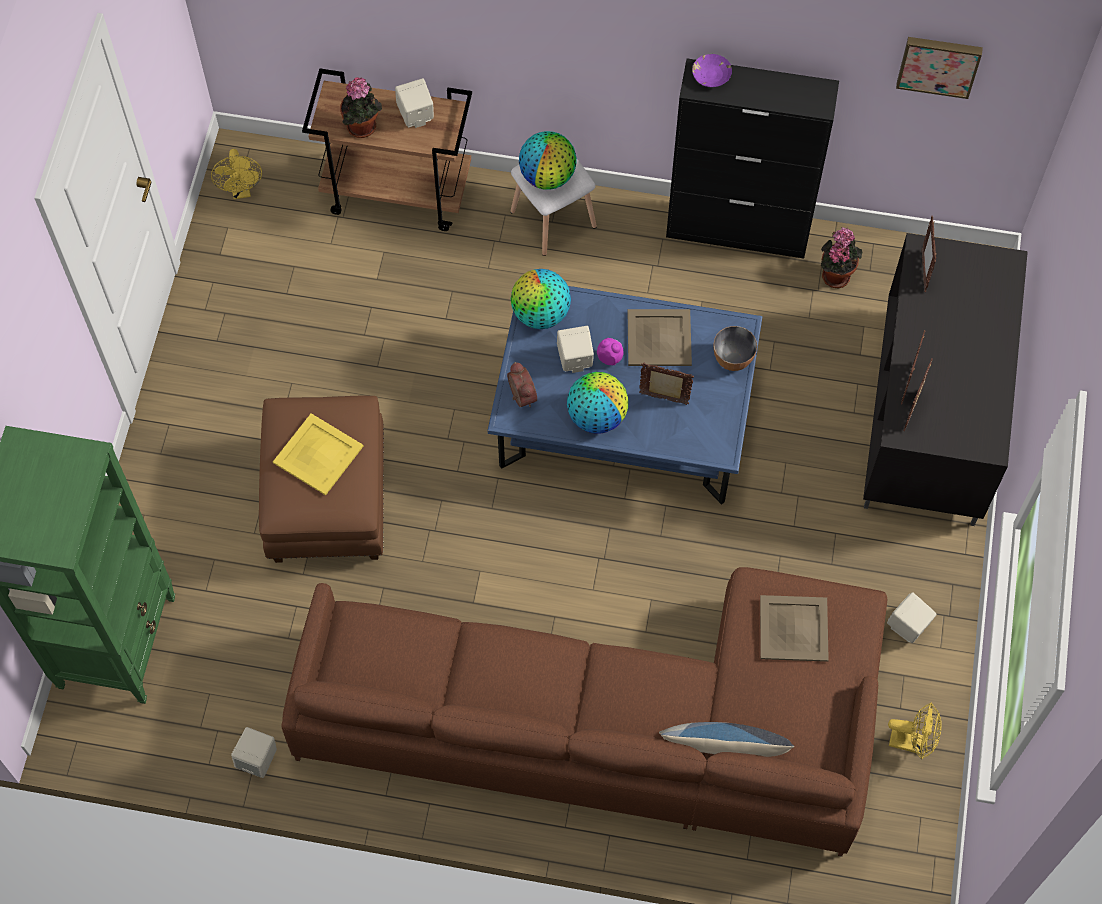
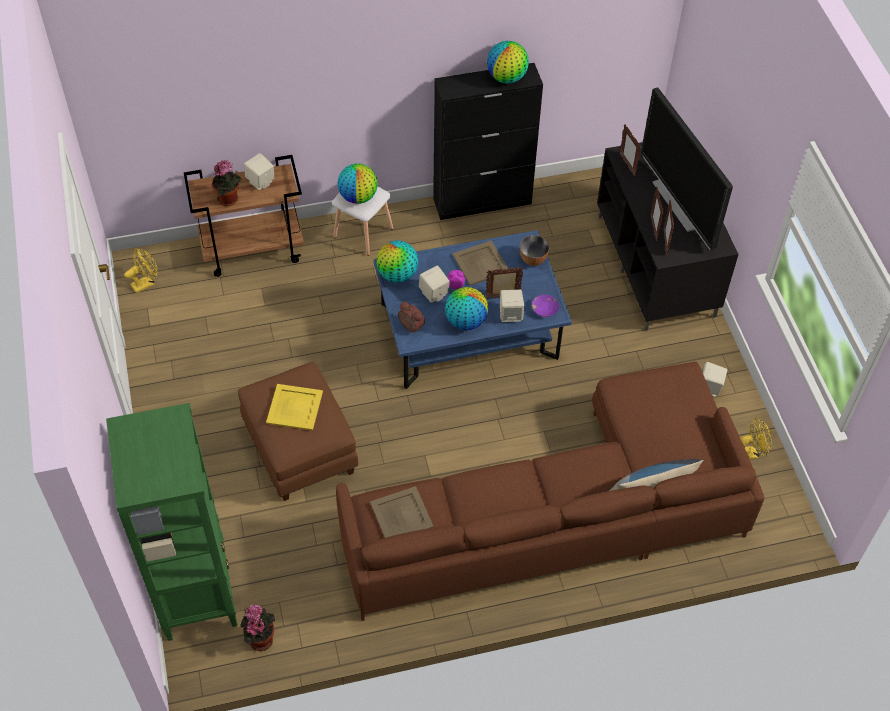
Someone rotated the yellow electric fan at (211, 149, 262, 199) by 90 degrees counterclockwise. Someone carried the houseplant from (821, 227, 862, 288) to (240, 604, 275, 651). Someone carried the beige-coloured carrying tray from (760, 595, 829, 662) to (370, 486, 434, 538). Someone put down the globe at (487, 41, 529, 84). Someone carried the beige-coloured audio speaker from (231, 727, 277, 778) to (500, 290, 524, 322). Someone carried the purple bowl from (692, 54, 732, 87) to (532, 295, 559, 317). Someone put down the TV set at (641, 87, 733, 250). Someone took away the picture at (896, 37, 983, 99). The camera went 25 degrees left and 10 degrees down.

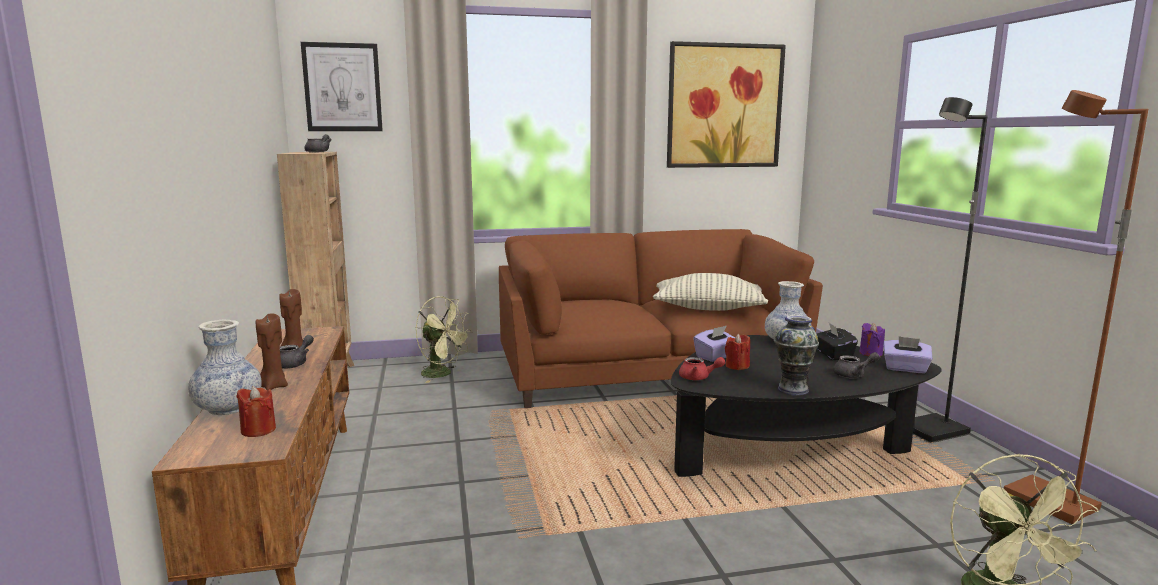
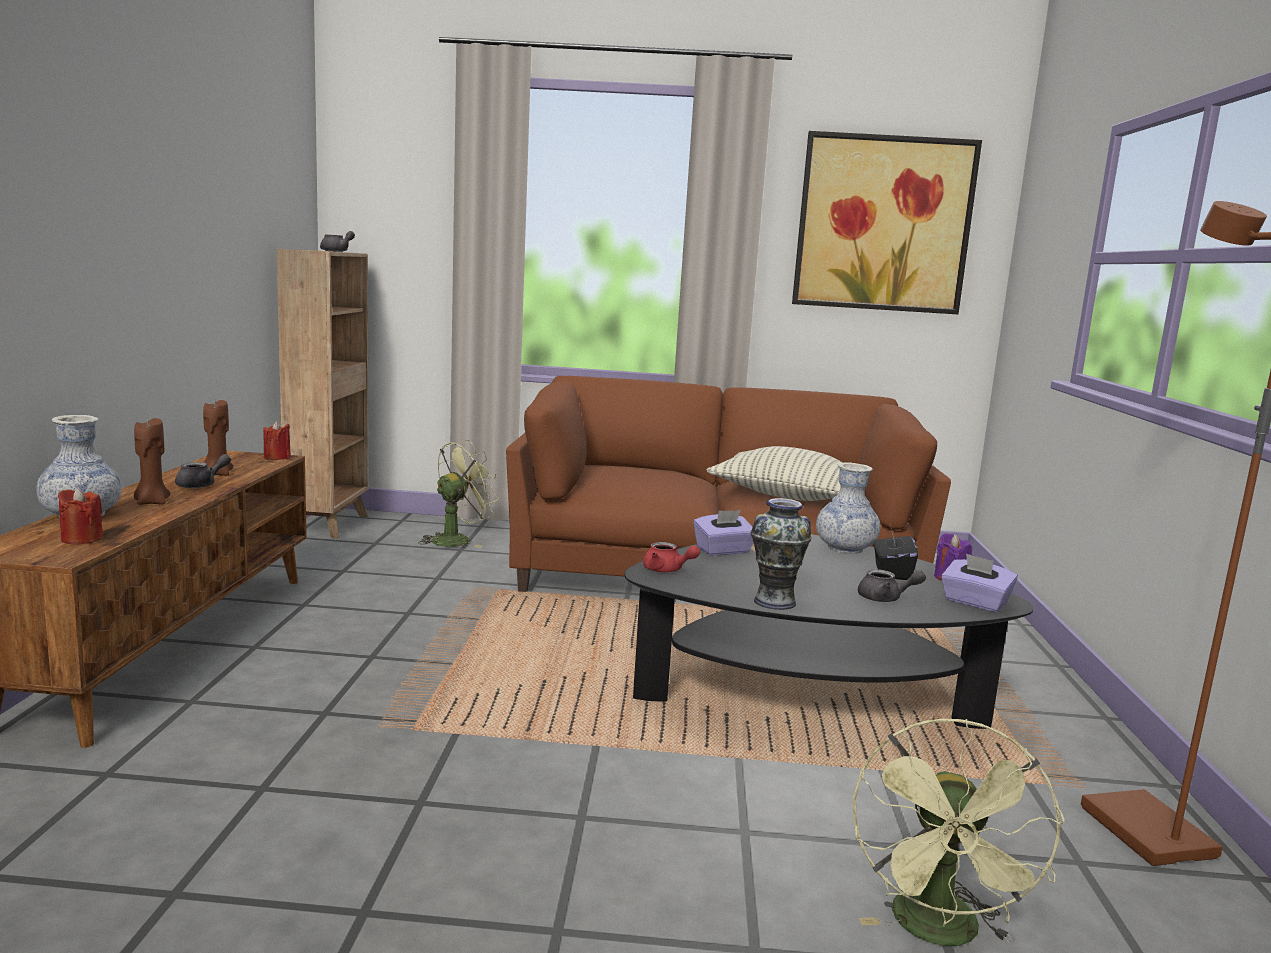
Someone carried the red-coloured candle from (725, 334, 750, 370) to (263, 421, 291, 460). Someone rotated the greenish electric fan at (416, 296, 472, 383) by 90 degrees counterclockwise. Someone took away the picture at (301, 42, 383, 131). Someone took away the black-coloured floor lamp at (913, 97, 988, 443). The camera went 15 degrees right and 0 degrees up.

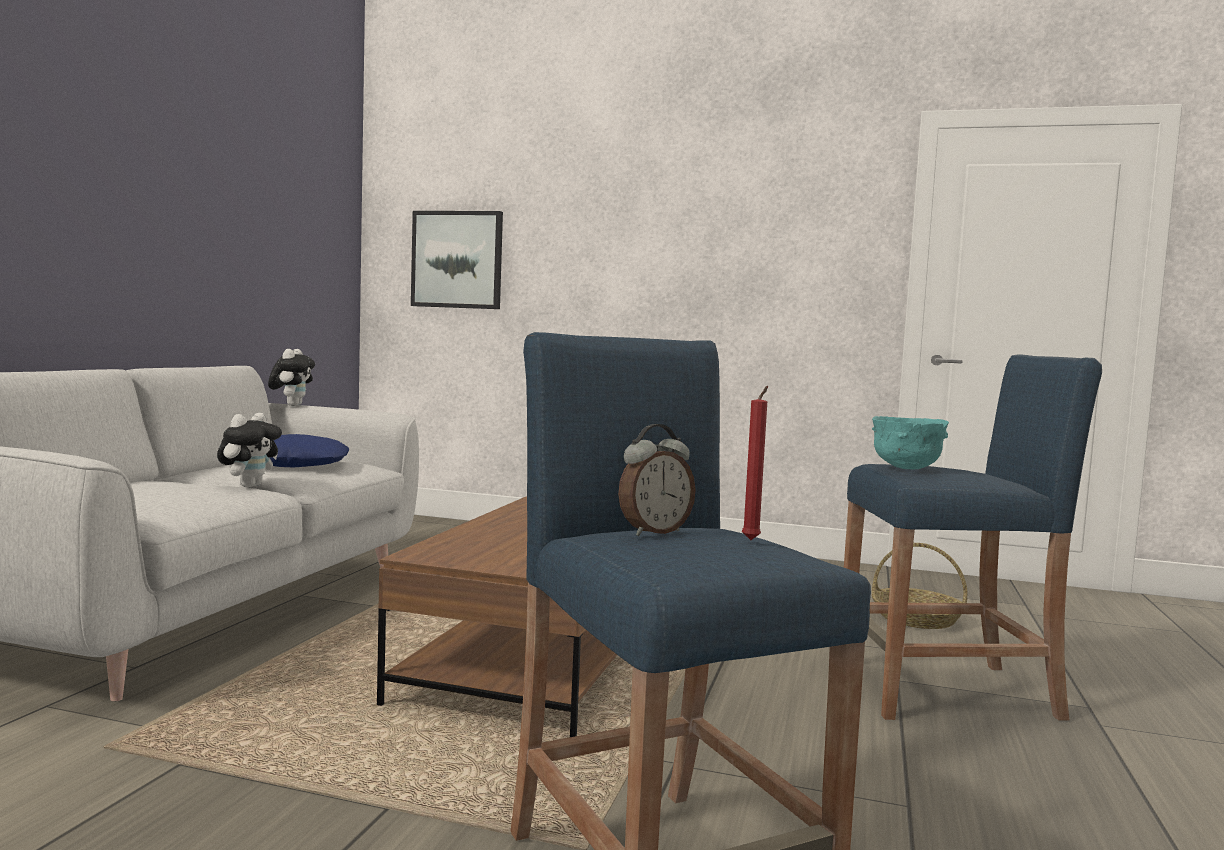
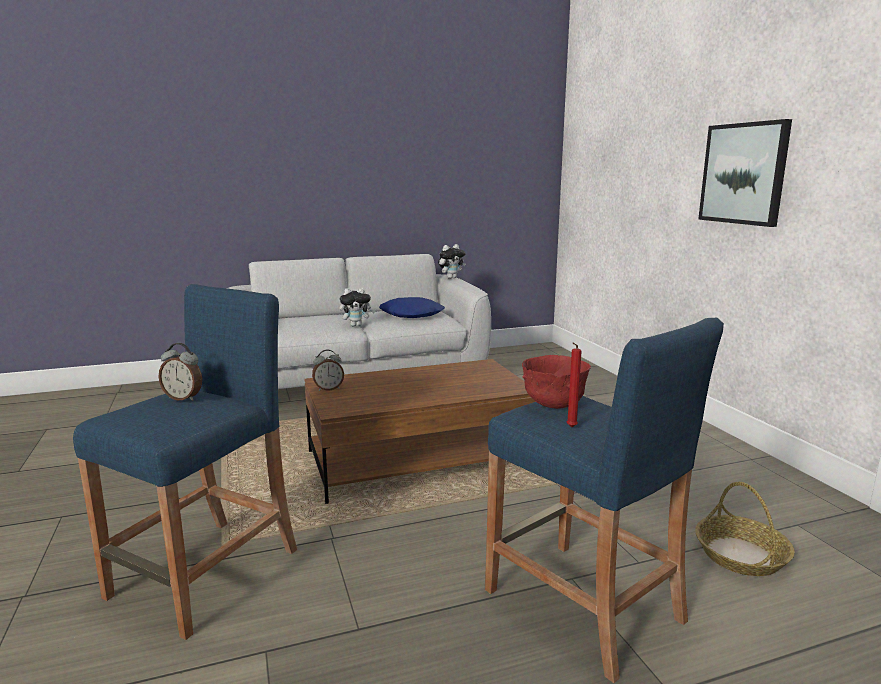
Someone put down the bedside clock at (312, 350, 344, 391). Someone repainted the turquoise-coloured bowl at (872, 416, 949, 470), which became the red-coloured bowl at (522, 355, 591, 409). Someone carried the red-coloured candle from (742, 386, 768, 540) to (566, 343, 582, 427). Someone carried the picture from (411, 211, 503, 309) to (698, 119, 792, 227). The camera went 55 degrees right and 10 degrees up.

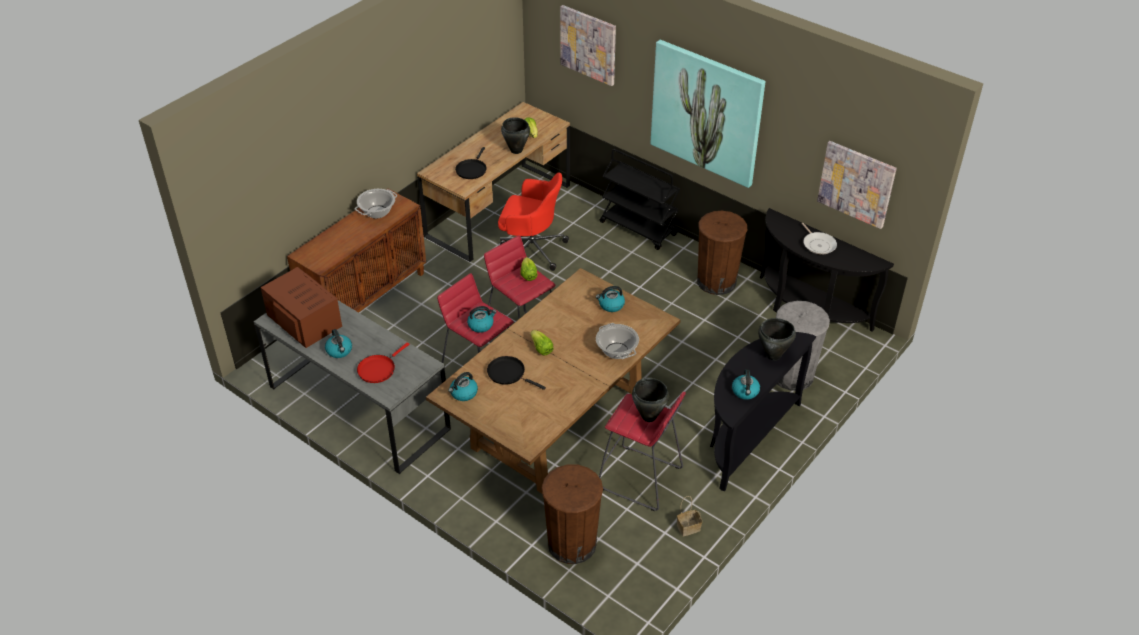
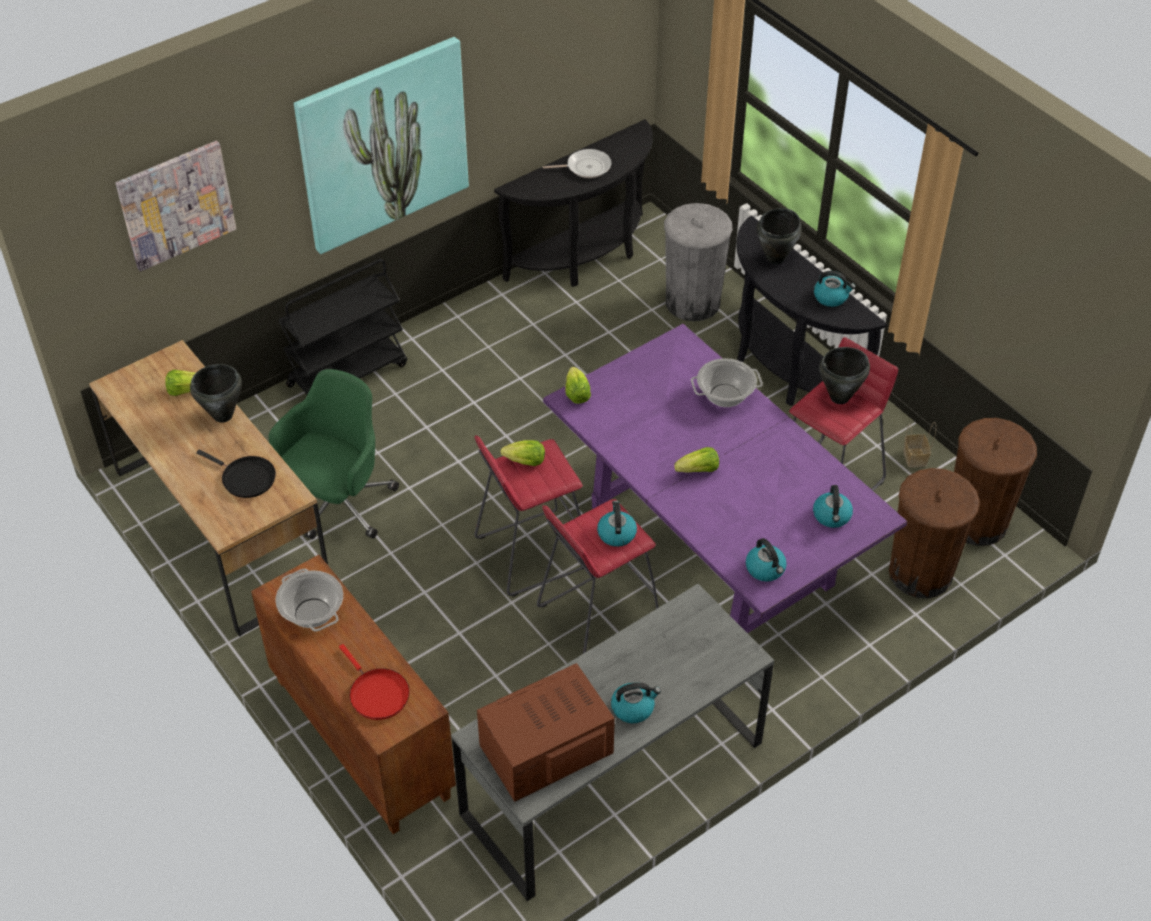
Someone repainted the red-coloured desk chair at (498, 173, 569, 271), which became the greenish desk chair at (269, 369, 399, 539). Someone carried the red-coloured pan from (357, 342, 410, 383) to (339, 644, 410, 720). Someone repainted the brownish dinner table at (426, 268, 680, 493), which became the purple dinner table at (543, 324, 907, 633). Someone put down the lettuce head at (565, 367, 591, 404). Someone carried the kettle from (596, 286, 625, 312) to (813, 485, 853, 528). Someone carried the brownish waste bin from (697, 211, 747, 295) to (954, 418, 1037, 546). Someone took away the black-coloured pan at (487, 356, 546, 390). Someone took away the picture at (817, 141, 897, 229). The camera went 75 degrees left and 5 degrees up.

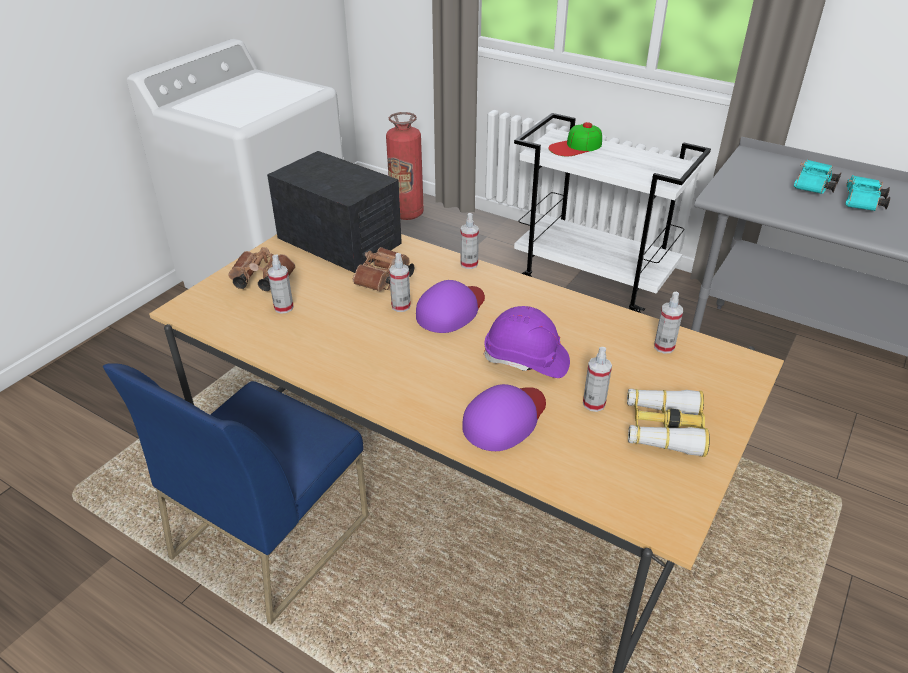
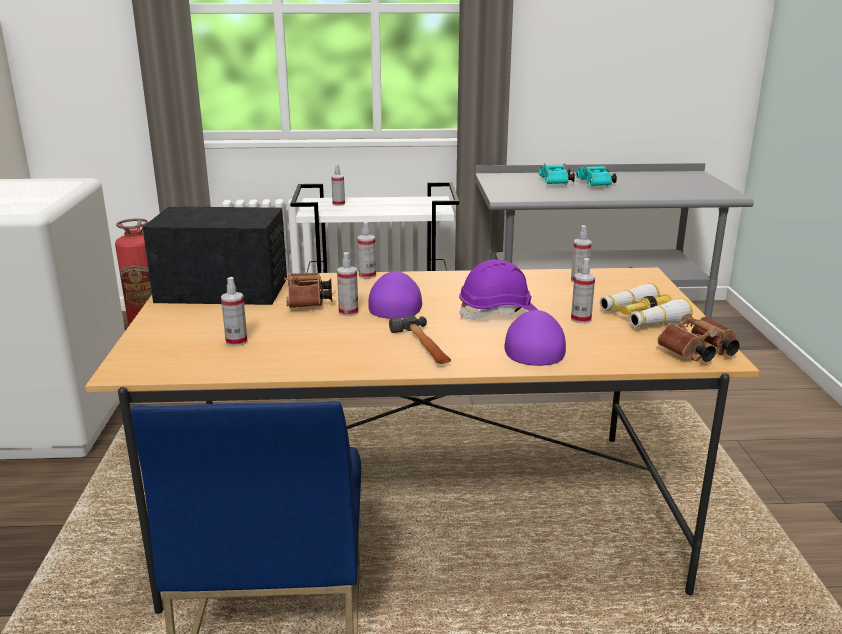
Someone swapped the peaked cap at (548, 122, 602, 156) for the spray bottle at (331, 165, 345, 206). Someone put down the hammer at (389, 316, 451, 364). Someone carried the brownish binoculars from (228, 247, 295, 291) to (658, 313, 740, 362). The camera went 35 degrees left and 15 degrees down.

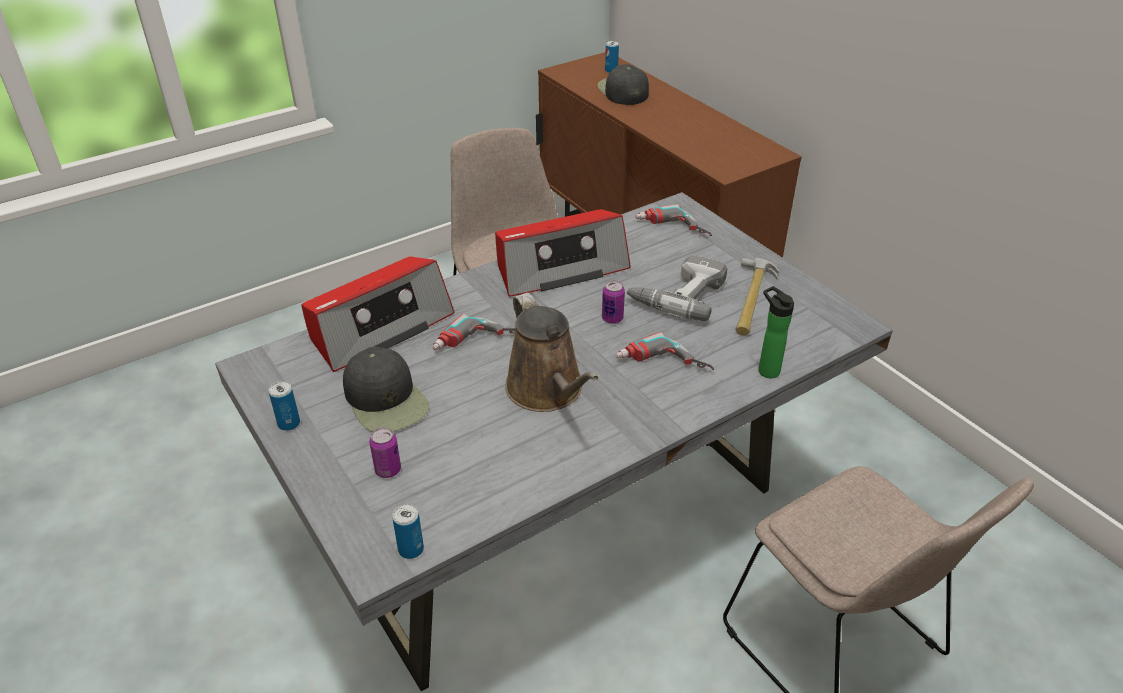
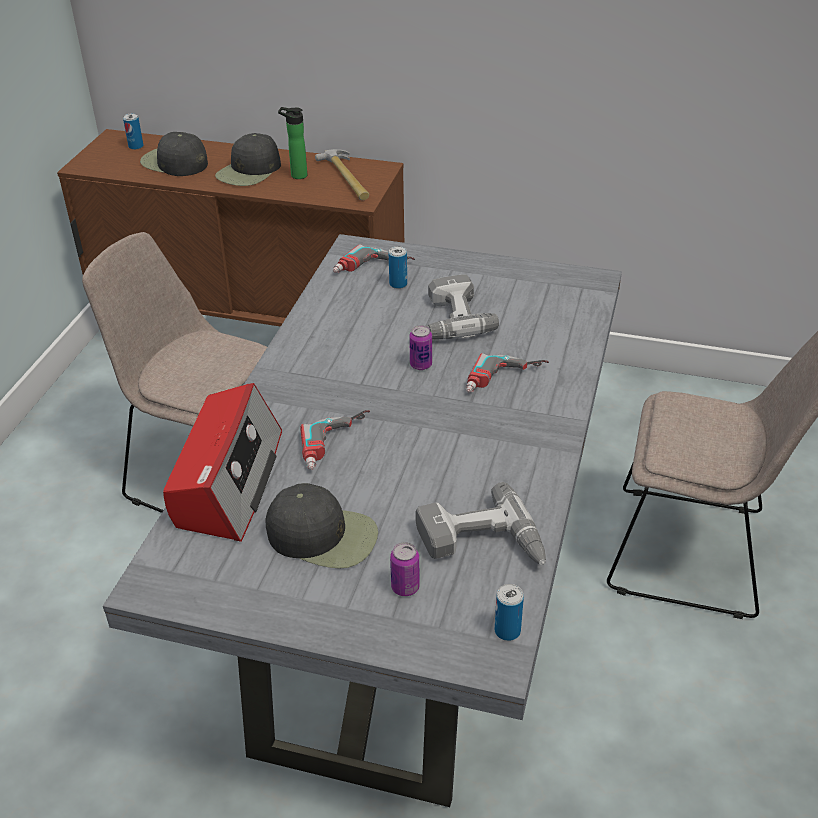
Someone put down the black-coloured peaked cap at (215, 133, 281, 186). Someone carried the drink bottle from (758, 286, 794, 378) to (278, 107, 307, 179). Someone carried the hammer from (735, 258, 779, 335) to (315, 149, 369, 200). Someone carried the sealed can from (269, 381, 300, 431) to (389, 246, 407, 289). Someone put down the electric drill at (416, 482, 546, 565). Someone took away the radio at (495, 209, 631, 297). Someone took away the brownish sprinkling can at (505, 293, 598, 412). The camera went 40 degrees left and 0 degrees up.

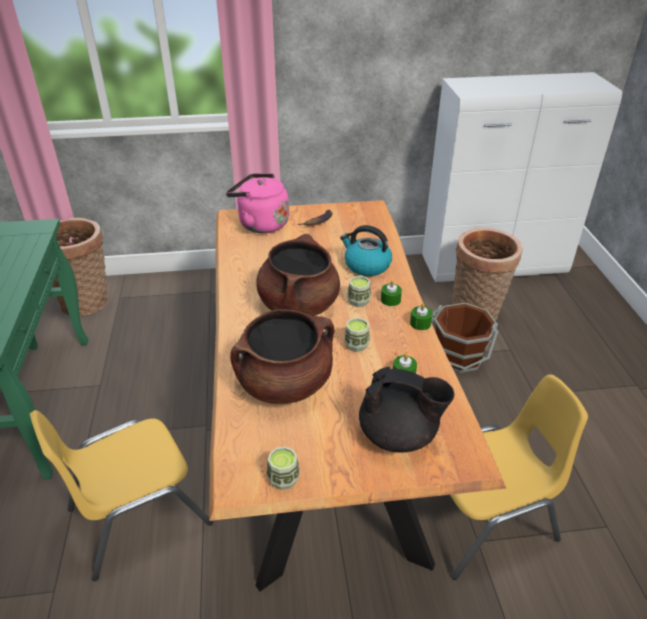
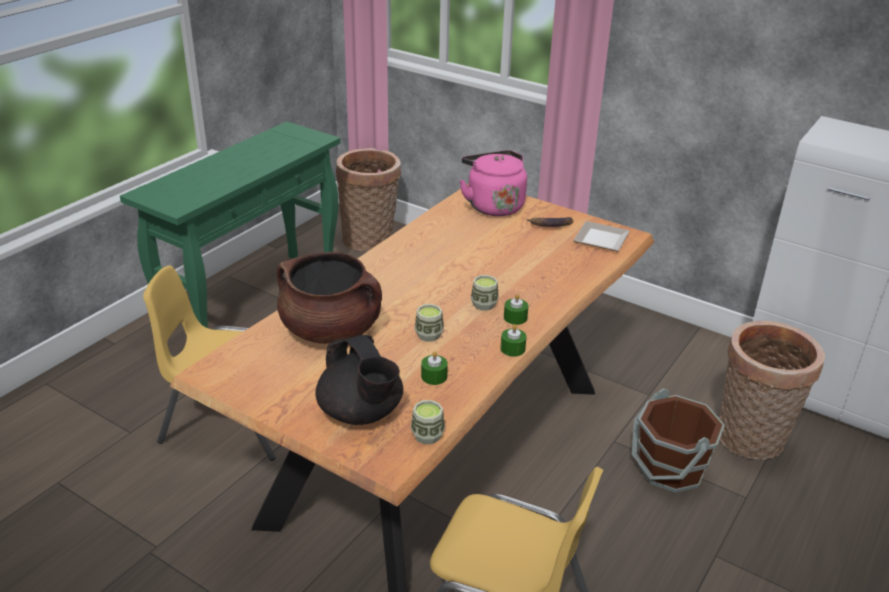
Someone carried the small cup from (267, 447, 300, 490) to (411, 400, 445, 444). Someone put down the plate at (573, 221, 630, 252). Someone took away the brownish stockpot at (256, 234, 340, 316). Someone took away the kettle at (340, 225, 392, 276). The camera went 40 degrees right and 5 degrees down.

